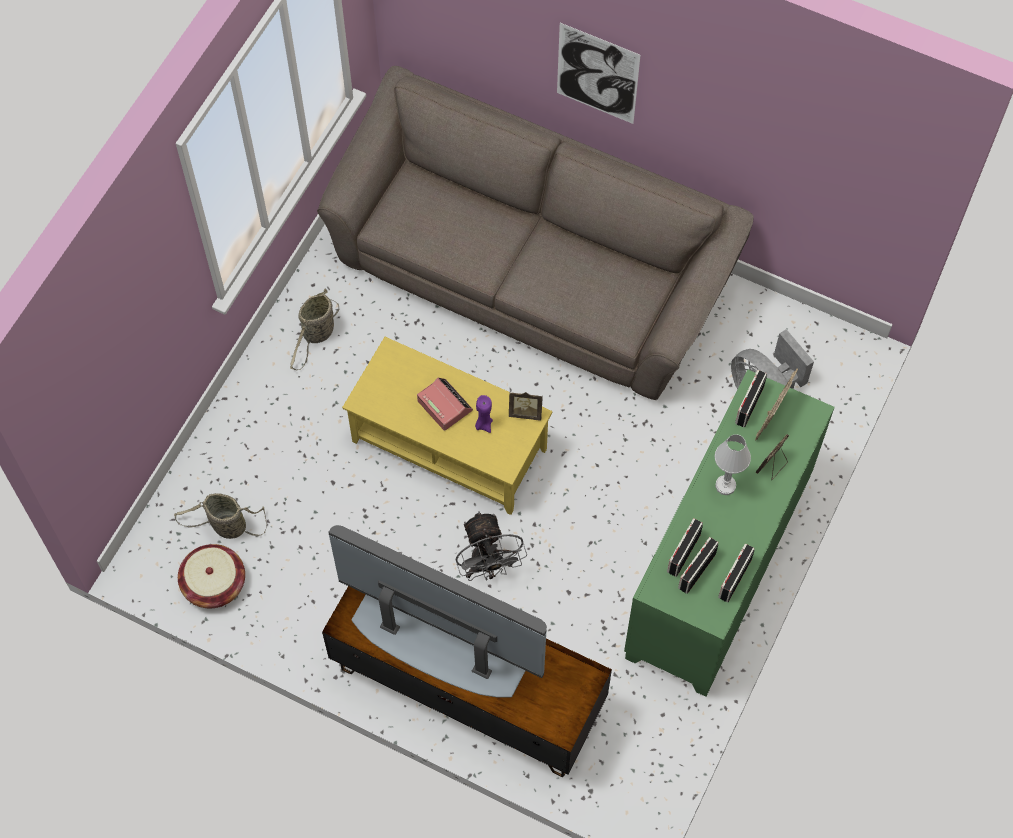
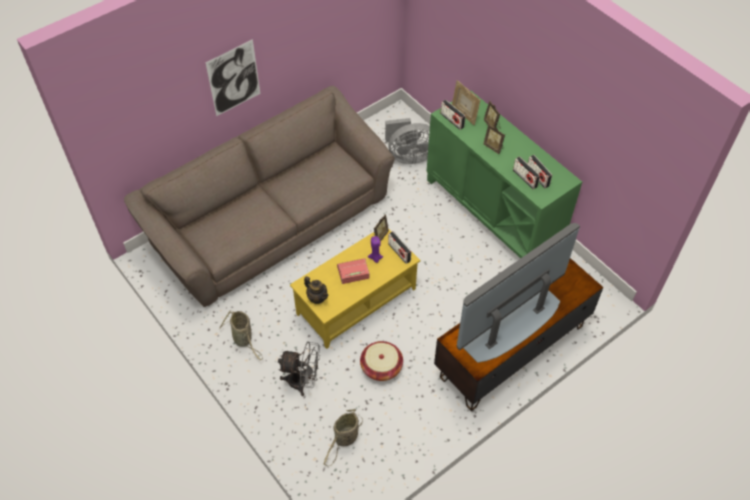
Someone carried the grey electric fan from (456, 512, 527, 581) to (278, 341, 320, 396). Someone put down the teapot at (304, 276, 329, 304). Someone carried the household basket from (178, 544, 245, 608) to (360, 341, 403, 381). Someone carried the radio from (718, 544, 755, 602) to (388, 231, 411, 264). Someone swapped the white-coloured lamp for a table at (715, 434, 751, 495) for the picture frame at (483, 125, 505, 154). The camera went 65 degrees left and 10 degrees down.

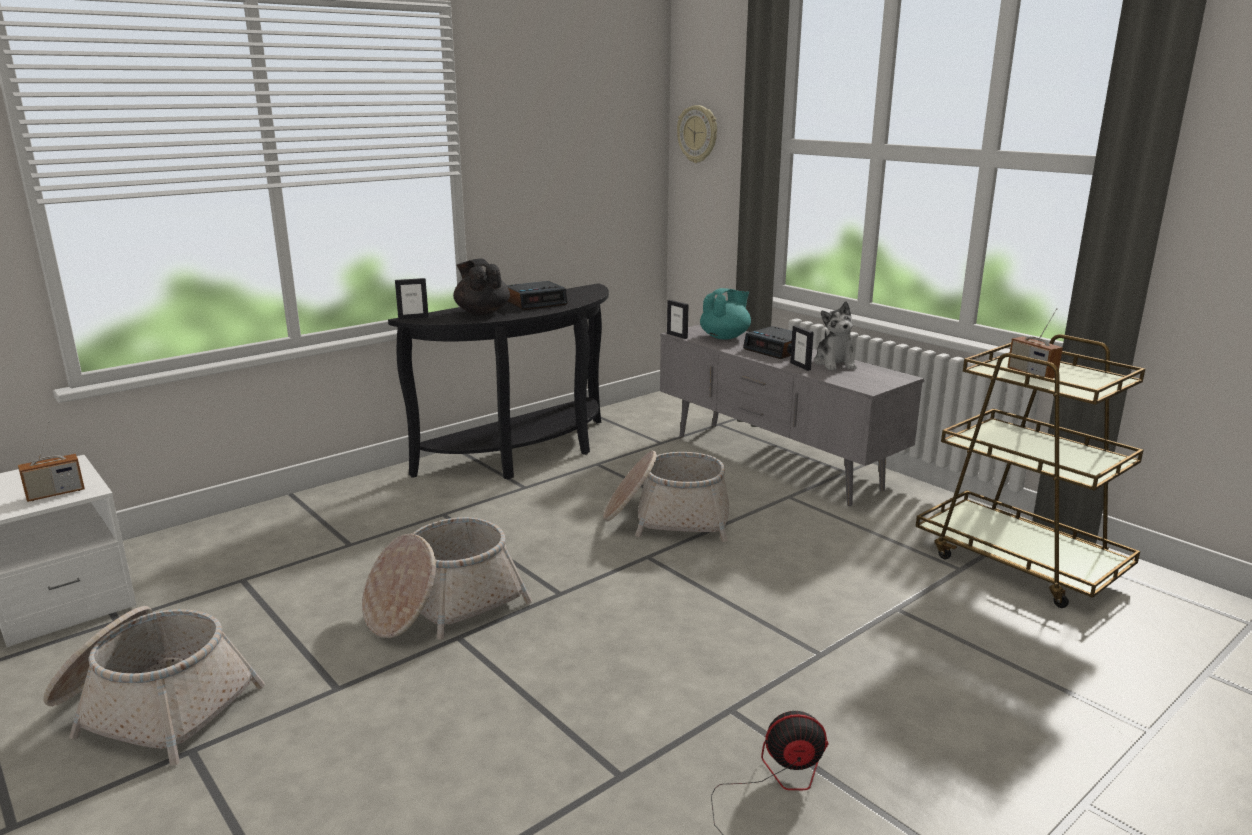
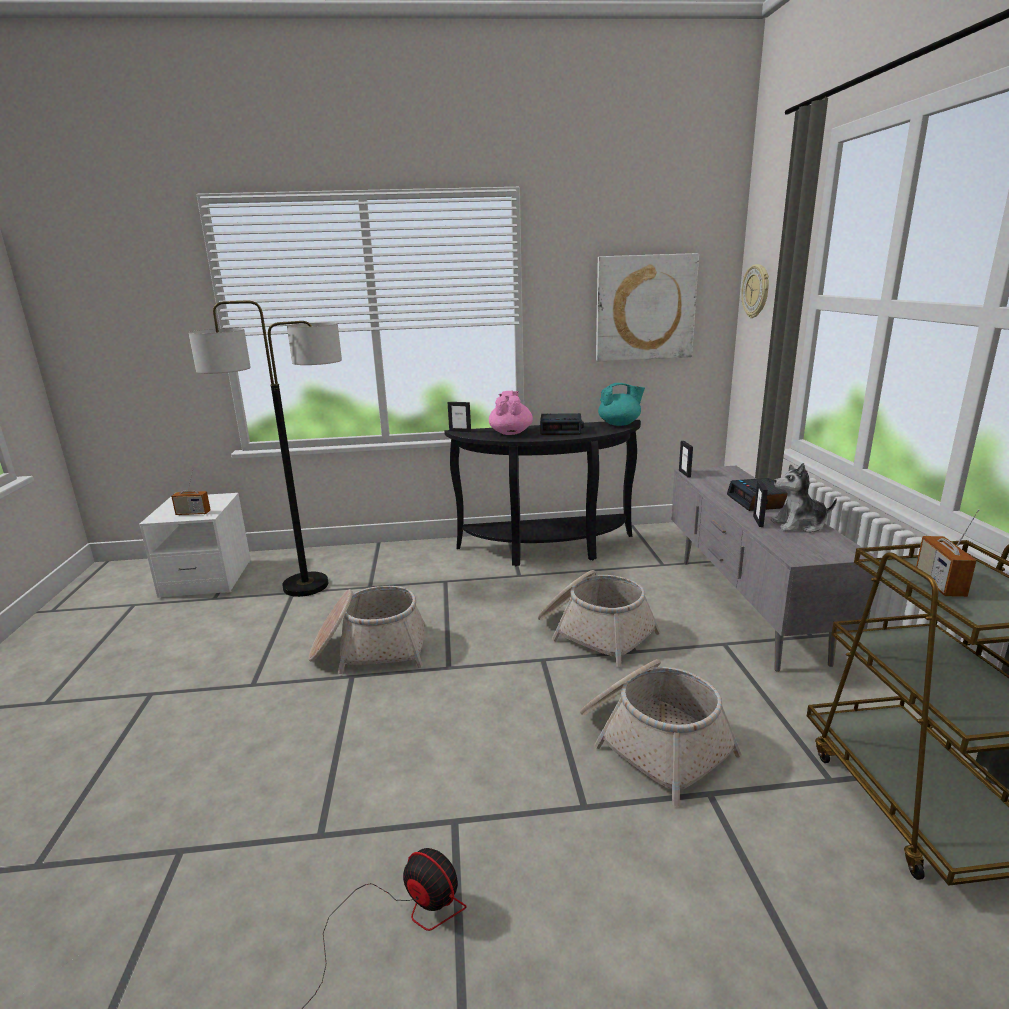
Someone put down the floor lamp at (188, 301, 342, 597). Someone repainted the black-coloured teapot at (453, 258, 510, 315), which became the pink-coloured teapot at (489, 391, 533, 435). Someone carried the household basket from (43, 606, 265, 766) to (580, 659, 742, 806). Someone put up the picture at (596, 253, 699, 362). Someone carried the turquoise-coloured teapot from (700, 288, 751, 339) to (598, 383, 645, 426). Someone rotated the cuddly toy at (814, 301, 857, 370) by 60 degrees clockwise. The camera went 35 degrees right and 0 degrees up.

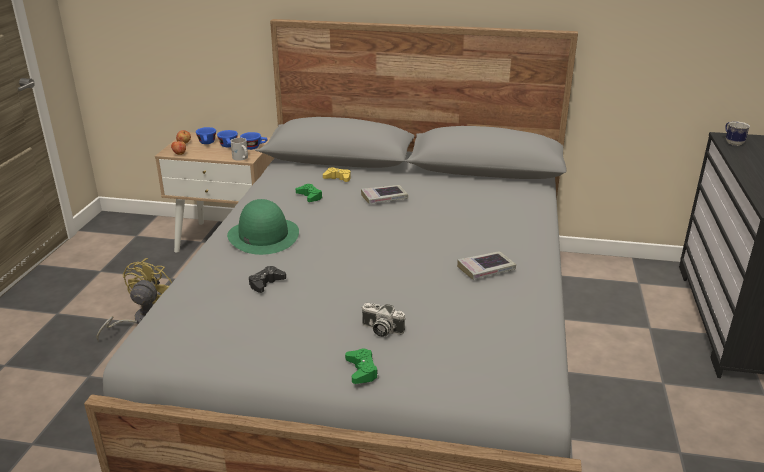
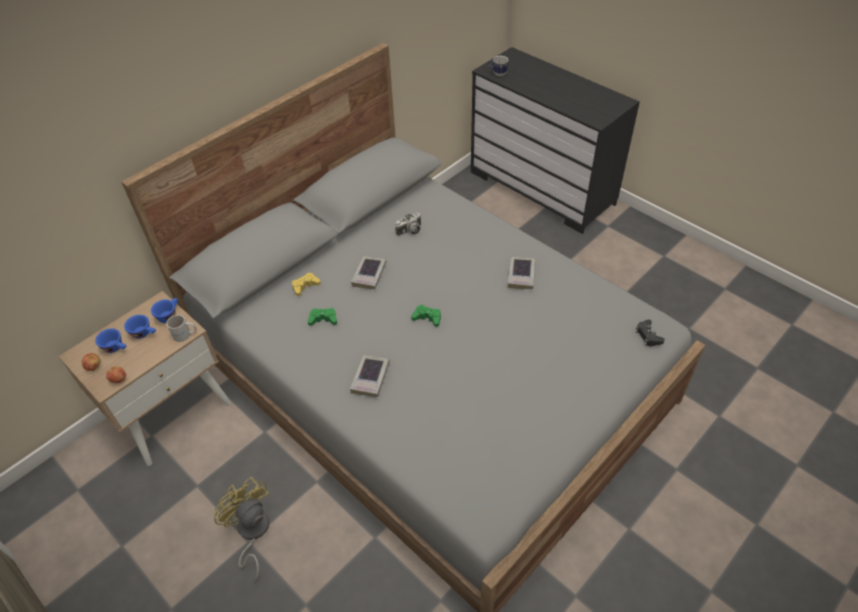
Someone swapped the greenish wearable hat at (227, 199, 299, 255) for the bound book at (350, 355, 390, 397). Someone carried the photo camera from (362, 303, 405, 337) to (395, 213, 421, 236). Someone carried the greenish game controller from (345, 349, 378, 384) to (411, 305, 441, 327). Someone carried the black-coloured game controller from (249, 266, 286, 293) to (635, 319, 665, 346). The camera went 55 degrees left and 20 degrees up.

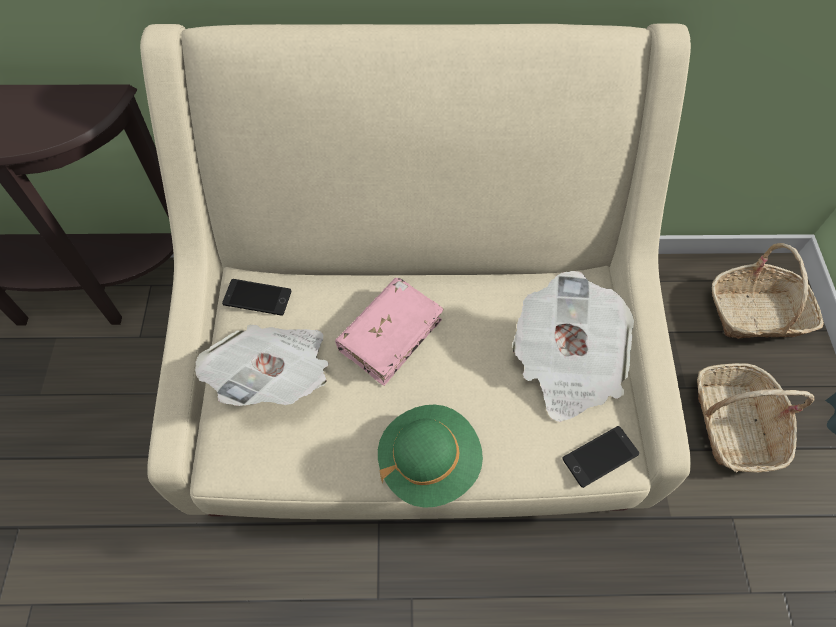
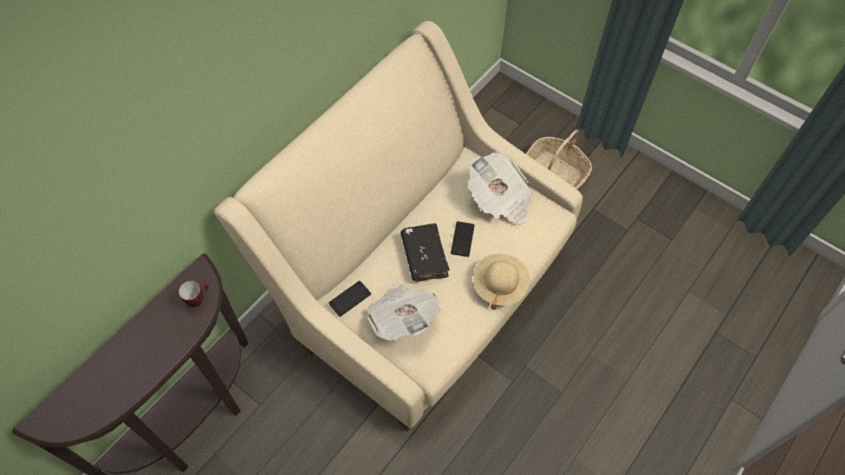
Someone put down the mug at (178, 281, 208, 307). Someone repainted the pink-coloured bound book at (335, 278, 444, 386), which became the black-coloured bound book at (401, 223, 450, 282). Someone carried the handset from (562, 426, 639, 488) to (451, 221, 475, 257). Someone repainted the greenish wearable hat at (378, 405, 483, 508), which became the beige-coloured wearable hat at (473, 254, 529, 310). Someone took away the household basket at (712, 243, 824, 339). The camera went 50 degrees left and 0 degrees up.

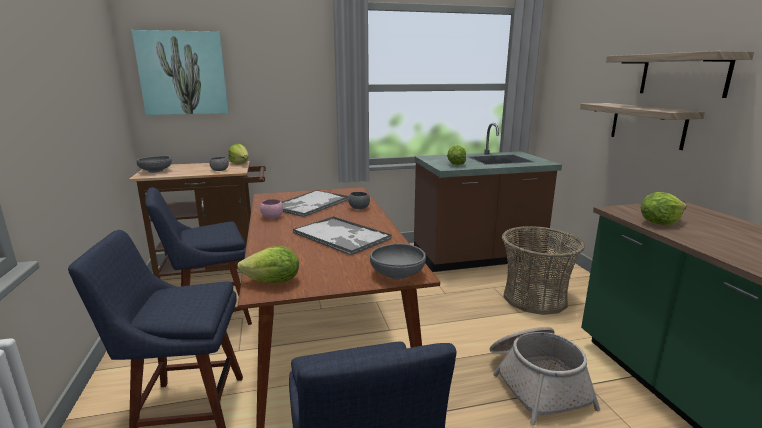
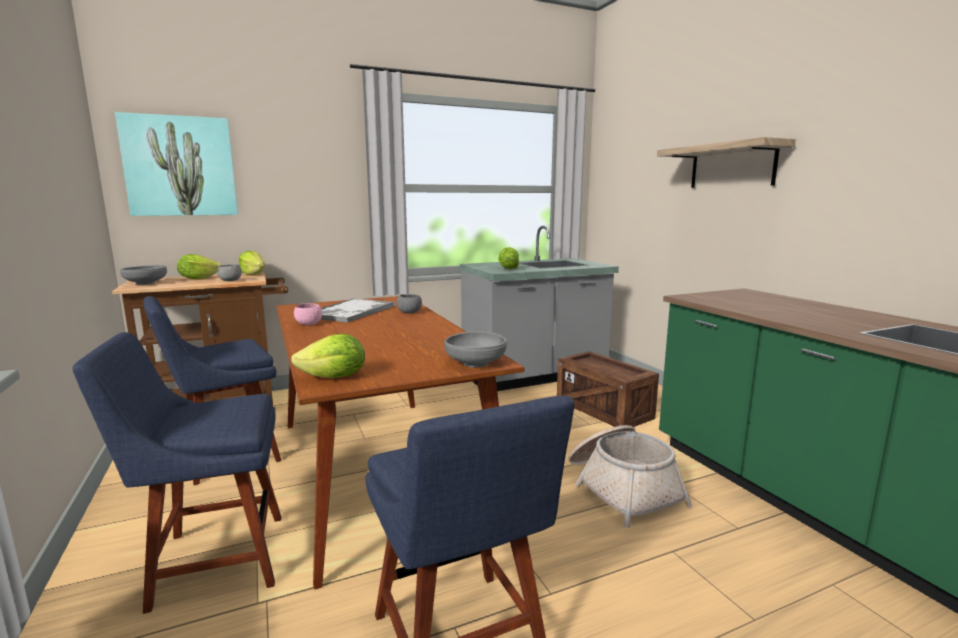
Someone carried the lettuce head from (640, 192, 687, 225) to (177, 254, 221, 280). Someone repainted the brownish counter at (414, 123, 562, 272), which became the grey counter at (460, 226, 619, 391). Someone swapped the household basket at (502, 226, 585, 315) for the shipping crate at (557, 351, 659, 427). Someone took away the carrying tray at (293, 216, 392, 256). Someone took away the bracket shelf at (580, 103, 705, 150). The camera went 10 degrees left and 5 degrees down.

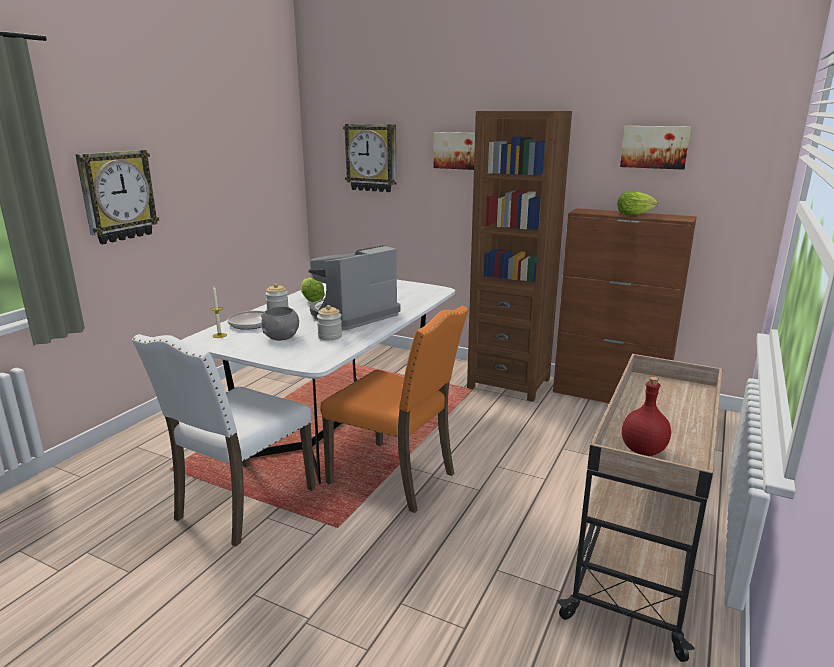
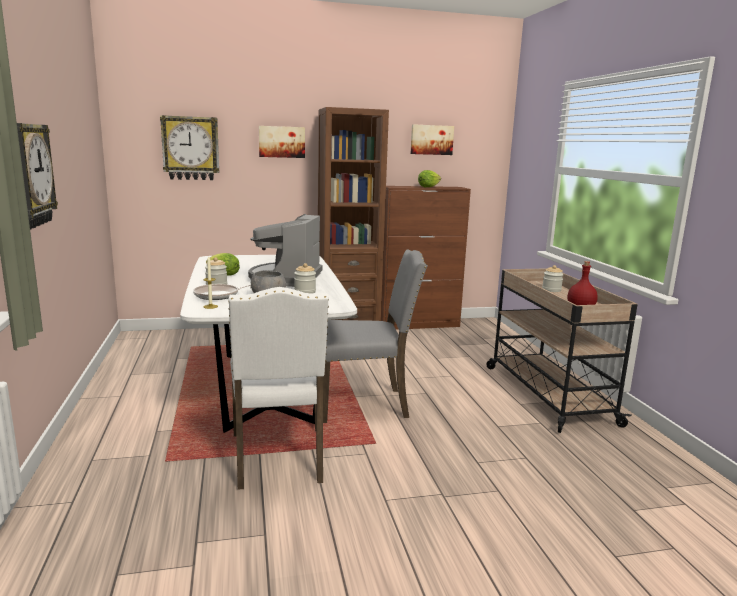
Someone repainted the orange plain chair at (320, 306, 469, 513), which became the grey plain chair at (323, 249, 428, 423). Someone put down the jar at (542, 265, 564, 292). The camera went 40 degrees left and 5 degrees down.

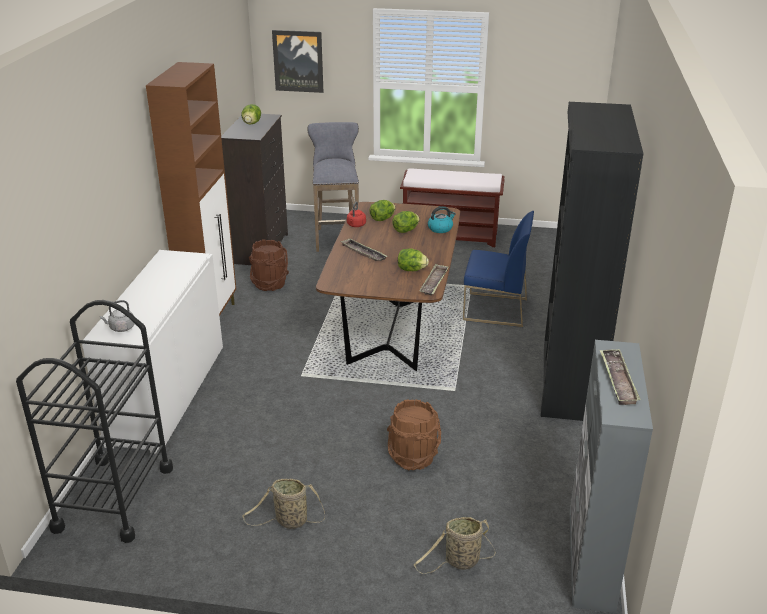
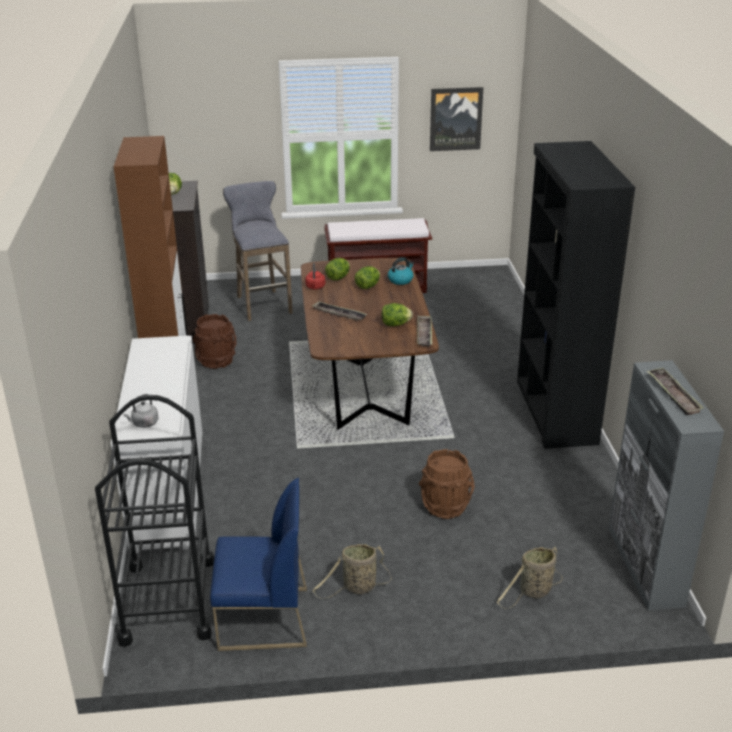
Someone carried the blue plain chair from (463, 211, 534, 327) to (210, 478, 307, 651). Someone carried the picture from (272, 30, 323, 93) to (430, 87, 483, 151). The camera went 15 degrees left and 0 degrees up.

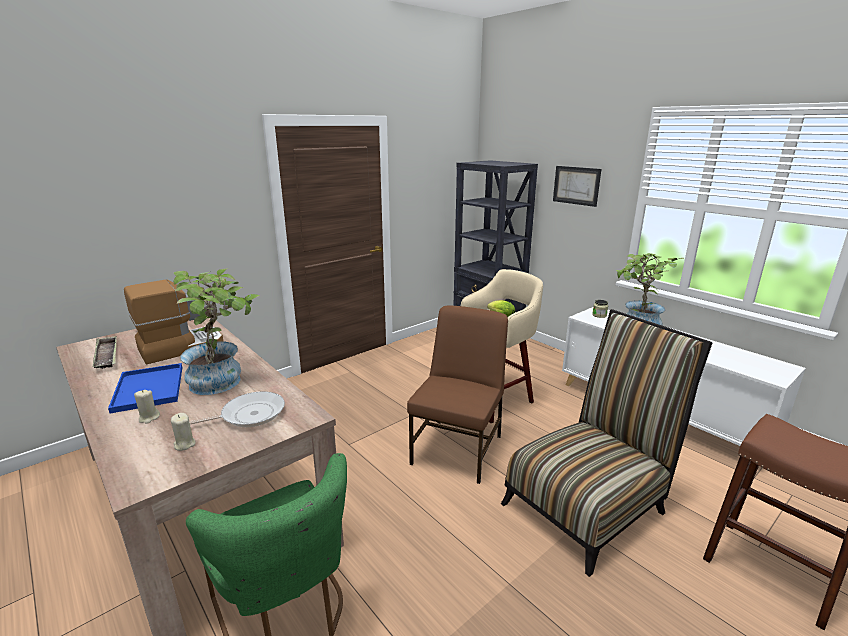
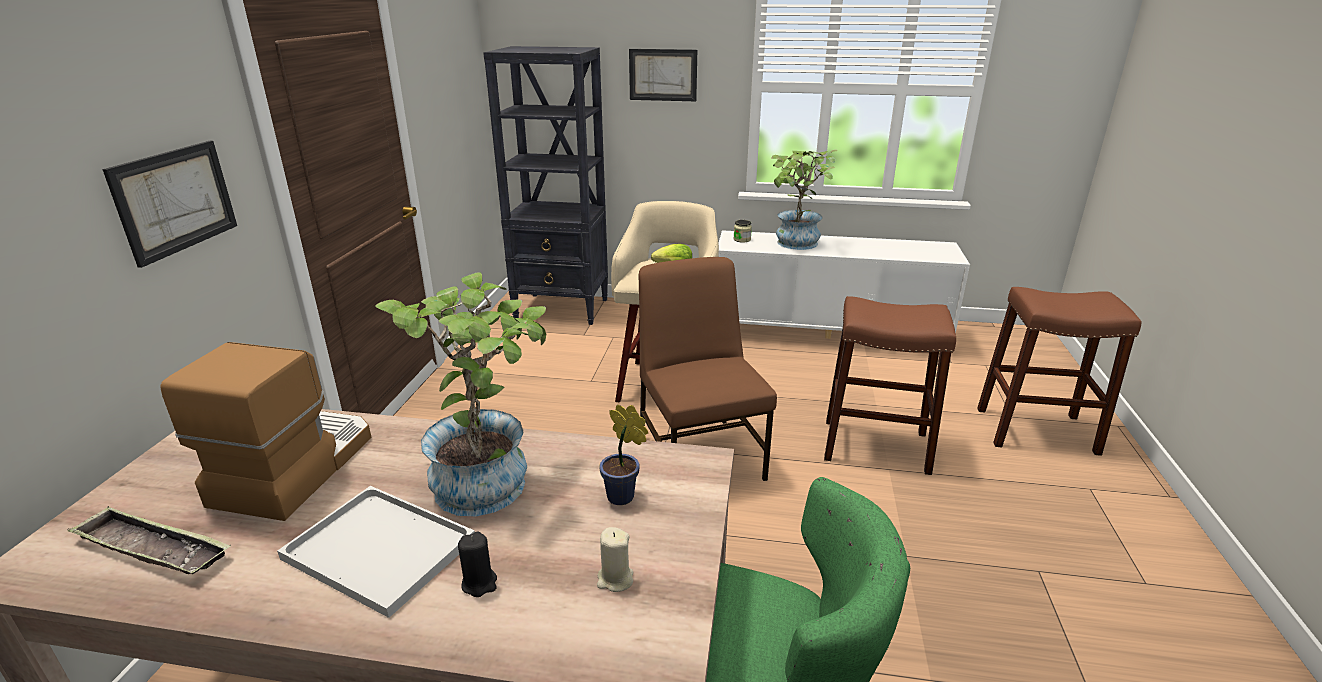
Someone put up the picture at (102, 141, 237, 268). Someone repainted the blue carrying tray at (108, 363, 182, 413), which became the white-coloured carrying tray at (277, 486, 475, 618). Someone repainted the beige-coloured candle at (134, 390, 160, 424), which became the black-coloured candle at (458, 532, 497, 597). Someone swapped the pan at (190, 391, 285, 427) for the houseplant at (599, 404, 648, 505). Someone swapped the plain chair at (501, 309, 712, 577) for the brownish stool at (824, 296, 956, 475). The camera went 40 degrees left and 5 degrees up.

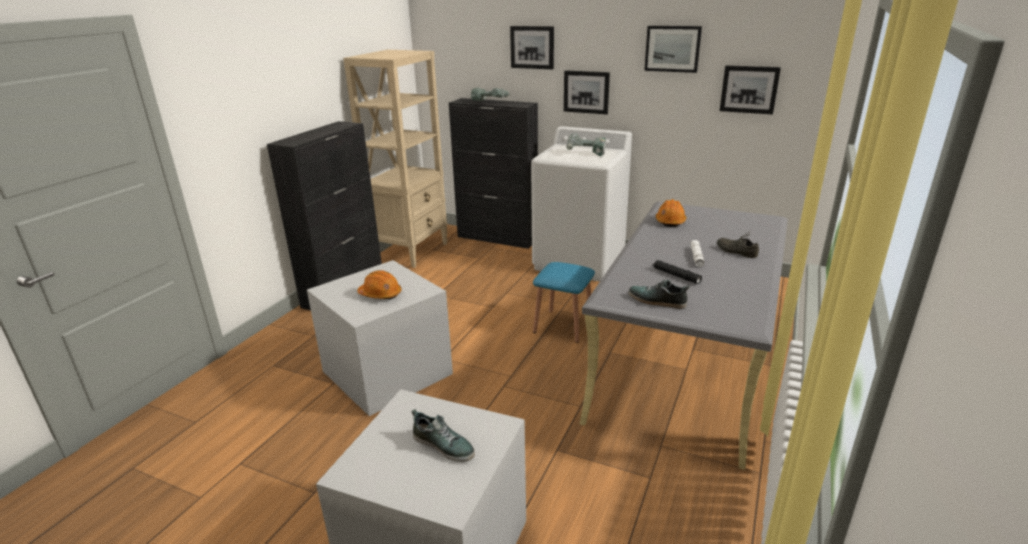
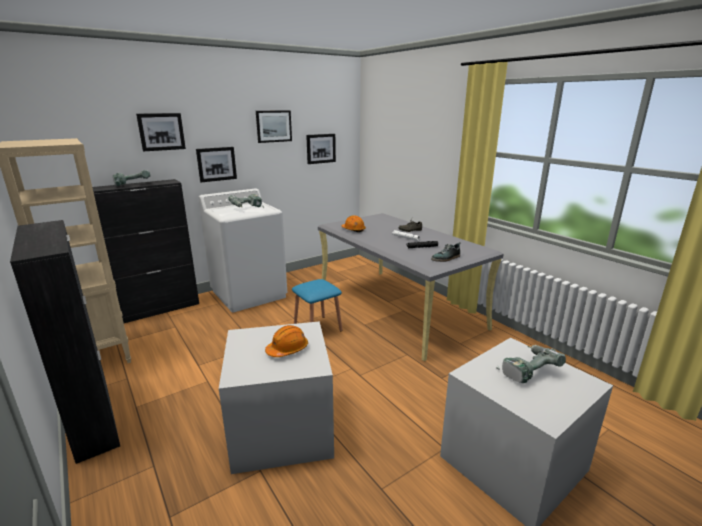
Someone swapped the low shoe at (411, 409, 475, 462) for the electric drill at (496, 345, 566, 383). The camera went 60 degrees left and 5 degrees down.

